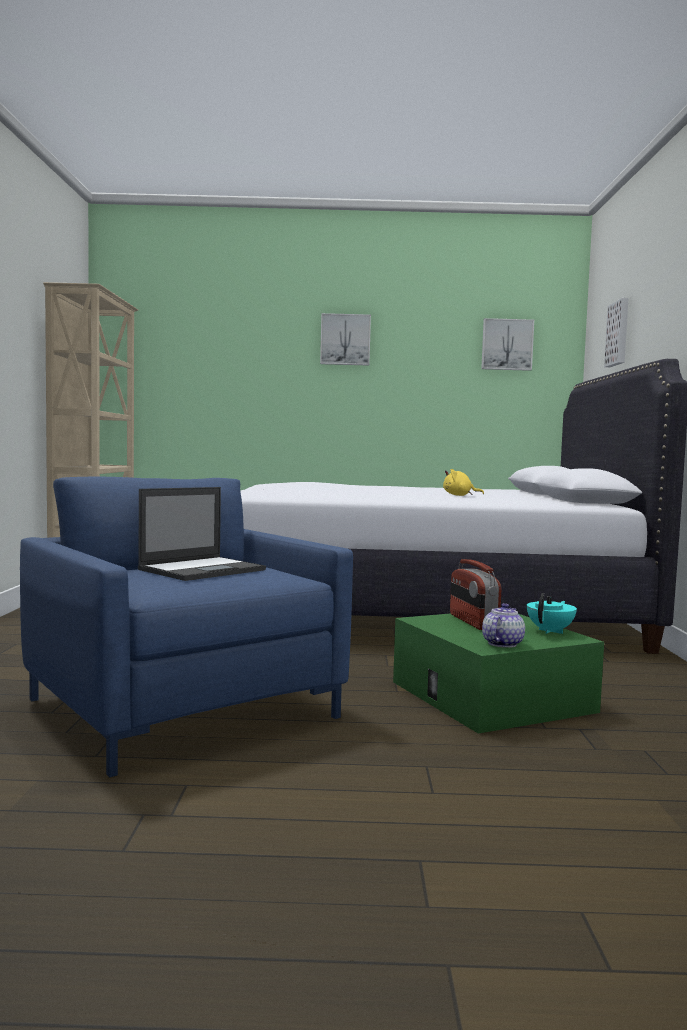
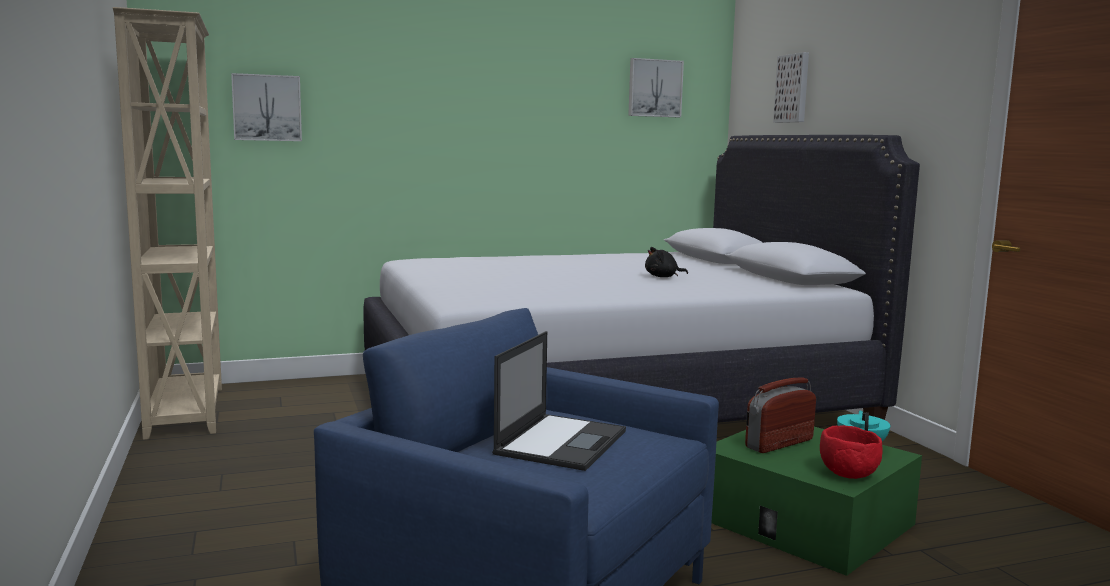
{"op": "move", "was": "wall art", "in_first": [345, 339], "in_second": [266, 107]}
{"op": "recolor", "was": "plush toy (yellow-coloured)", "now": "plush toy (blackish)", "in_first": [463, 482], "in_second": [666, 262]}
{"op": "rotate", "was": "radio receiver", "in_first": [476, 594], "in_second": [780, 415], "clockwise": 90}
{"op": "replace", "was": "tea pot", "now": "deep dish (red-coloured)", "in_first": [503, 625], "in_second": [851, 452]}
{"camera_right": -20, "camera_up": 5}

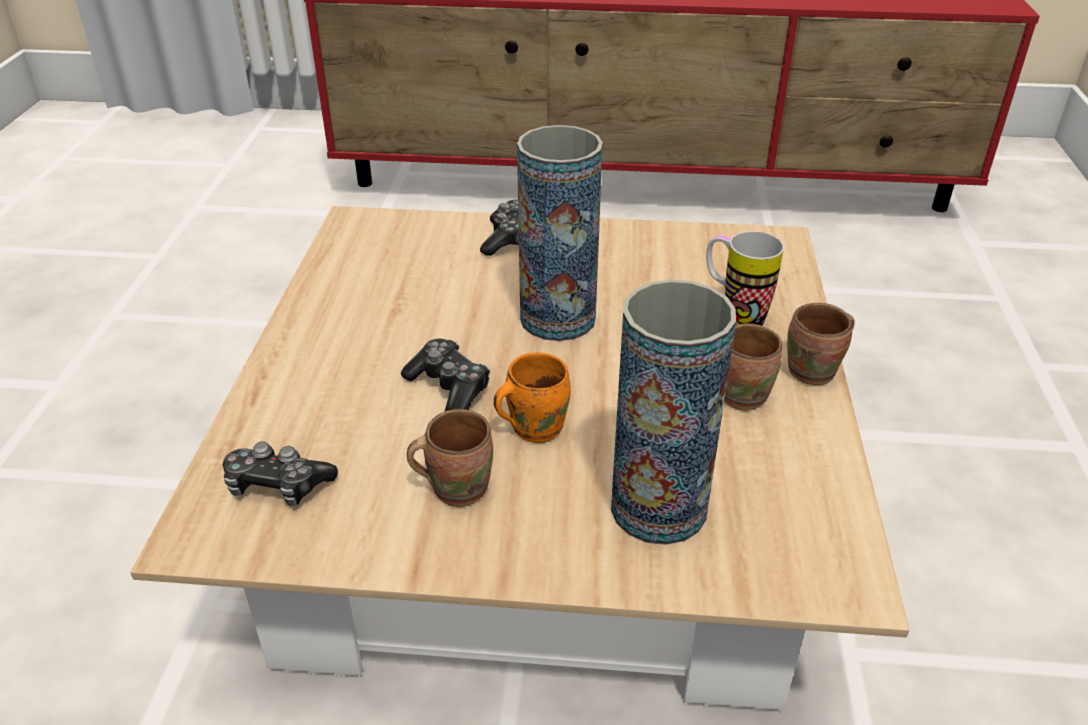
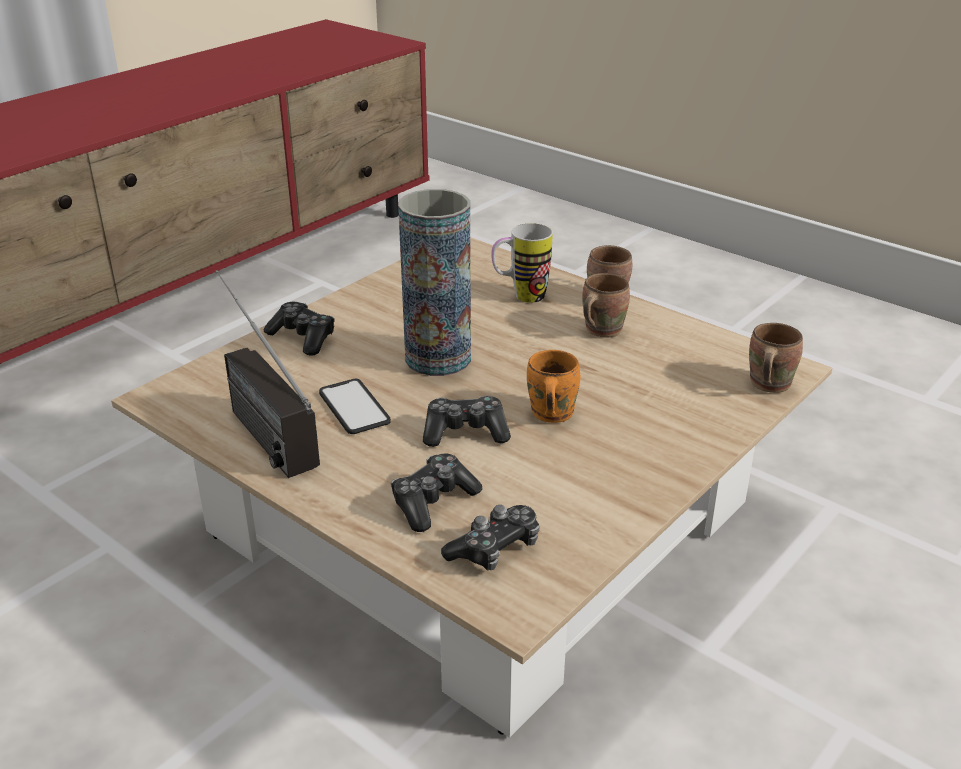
{"op": "delete", "was": "vase", "in_first": [673, 412]}
{"op": "move", "was": "mug (brown)", "in_first": [450, 458], "in_second": [776, 358]}
{"op": "insert", "now": "radio receiver", "in_second": [267, 374]}
{"op": "insert", "now": "handset", "in_second": [355, 406]}
{"op": "insert", "now": "game controller", "in_second": [436, 493]}
{"camera_right": -55, "camera_up": -5}

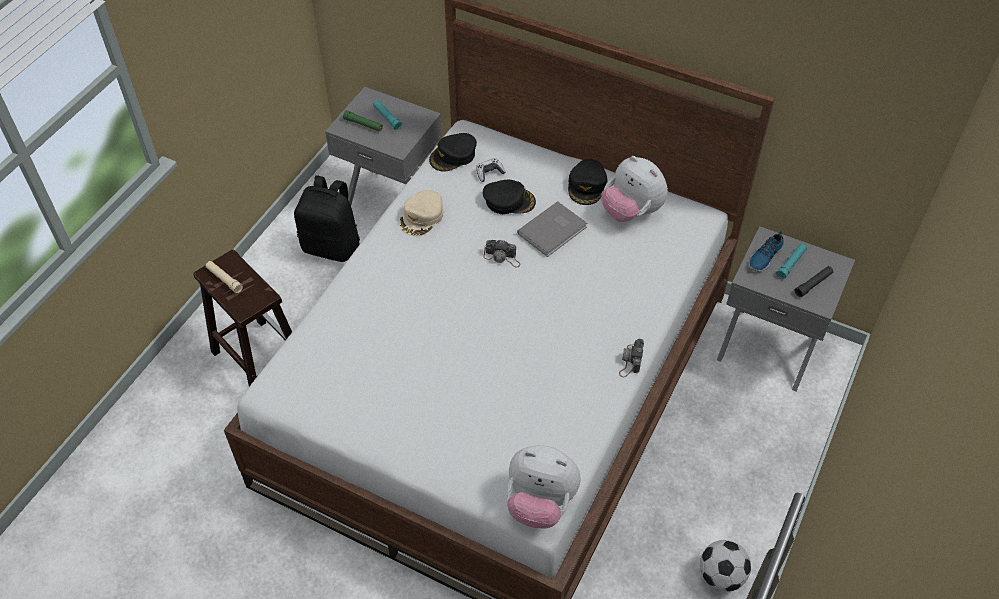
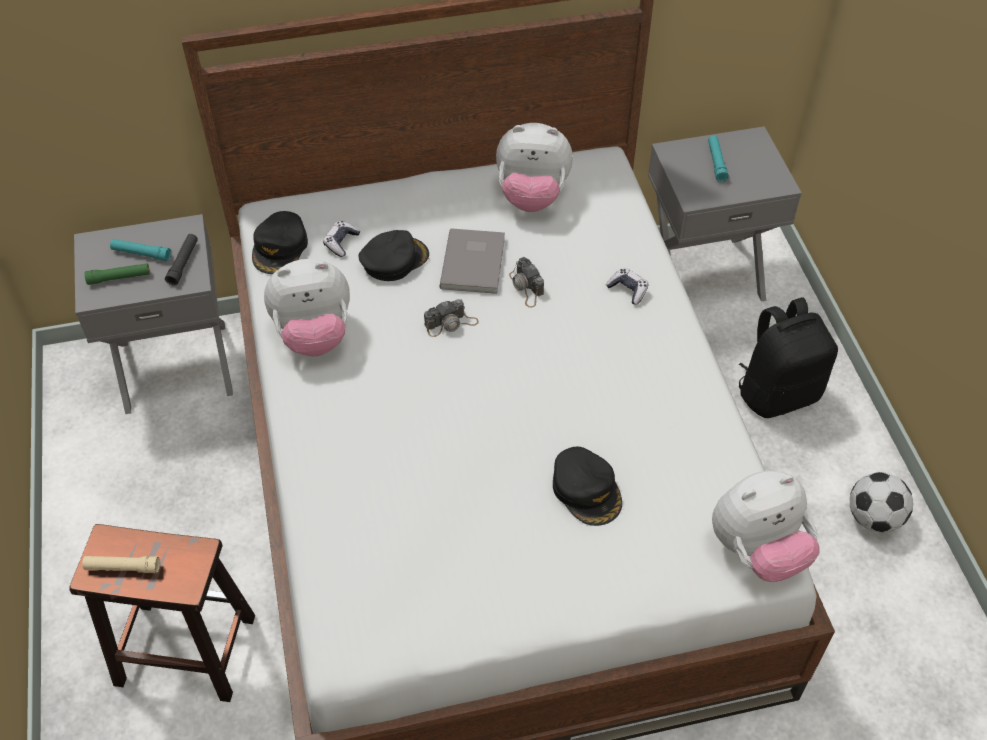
{"op": "move", "was": "cap (blackish)", "in_first": [587, 182], "in_second": [587, 486]}
{"op": "move", "was": "knapsack (blackish)", "in_first": [327, 218], "in_second": [788, 358]}
{"op": "replace", "was": "cap (sand-coloured)", "now": "plush toy", "in_first": [421, 213], "in_second": [307, 307]}
{"op": "delete", "was": "shoe", "in_first": [766, 251]}
{"op": "move", "was": "torch (blackish)", "in_first": [814, 281], "in_second": [181, 259]}
{"op": "move", "was": "still camera", "in_first": [631, 357], "in_second": [526, 282]}
{"op": "insert", "now": "game controller", "in_second": [627, 286]}
{"camera_right": -40, "camera_up": 0}

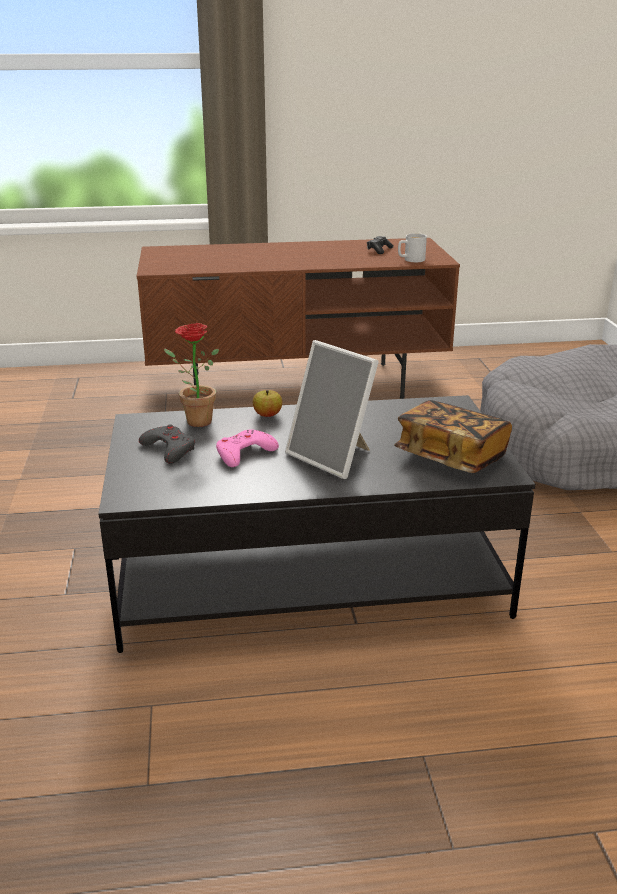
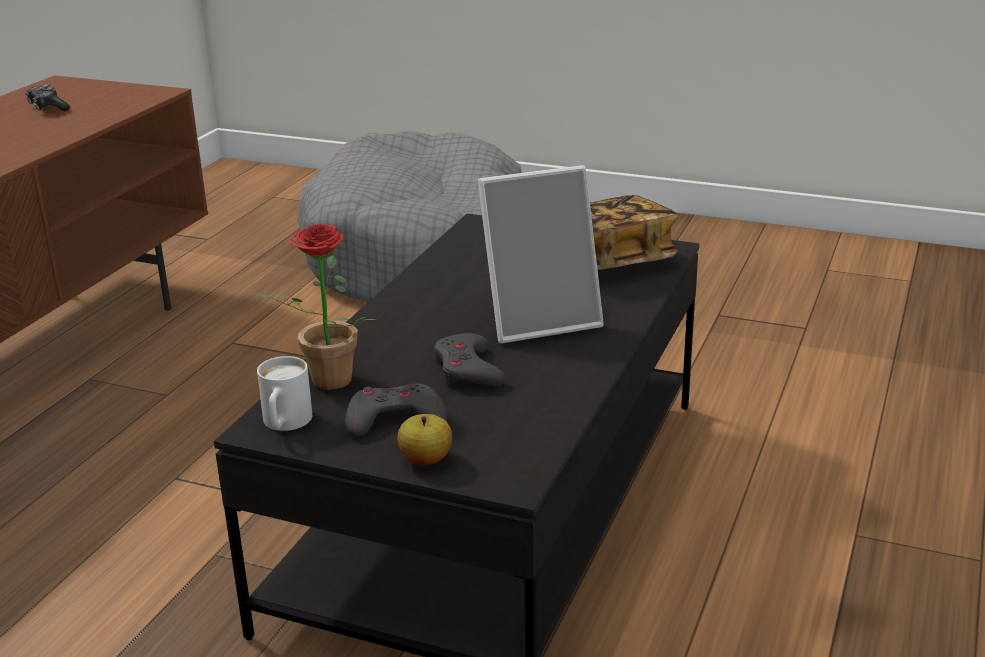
{"op": "move", "was": "mug (whitish)", "in_first": [412, 247], "in_second": [284, 393]}
{"op": "move", "was": "apple", "in_first": [267, 403], "in_second": [424, 439]}
{"op": "recolor", "was": "game controller (pink)", "now": "game controller (gray)", "in_first": [247, 448], "in_second": [470, 360]}
{"camera_right": -60, "camera_up": 0}

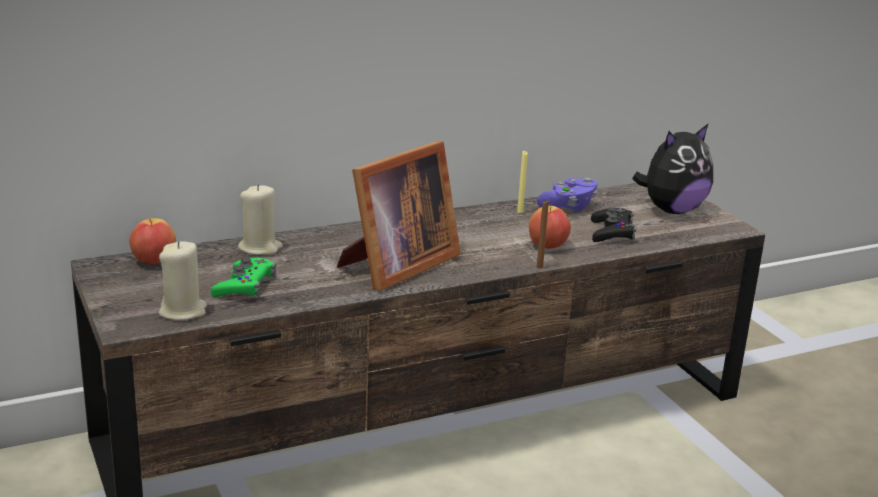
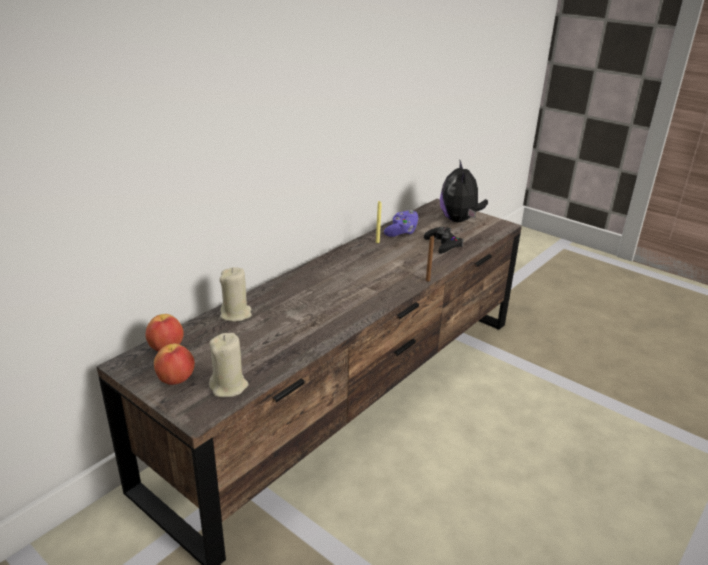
{"op": "rotate", "was": "plush toy", "in_first": [672, 168], "in_second": [464, 191], "clockwise": 150}
{"op": "delete", "was": "photo frame", "in_first": [399, 216]}
{"op": "move", "was": "apple", "in_first": [550, 227], "in_second": [174, 364]}
{"op": "delete", "was": "game controller (green-coloured)", "in_first": [243, 277]}
{"camera_right": -25, "camera_up": 5}

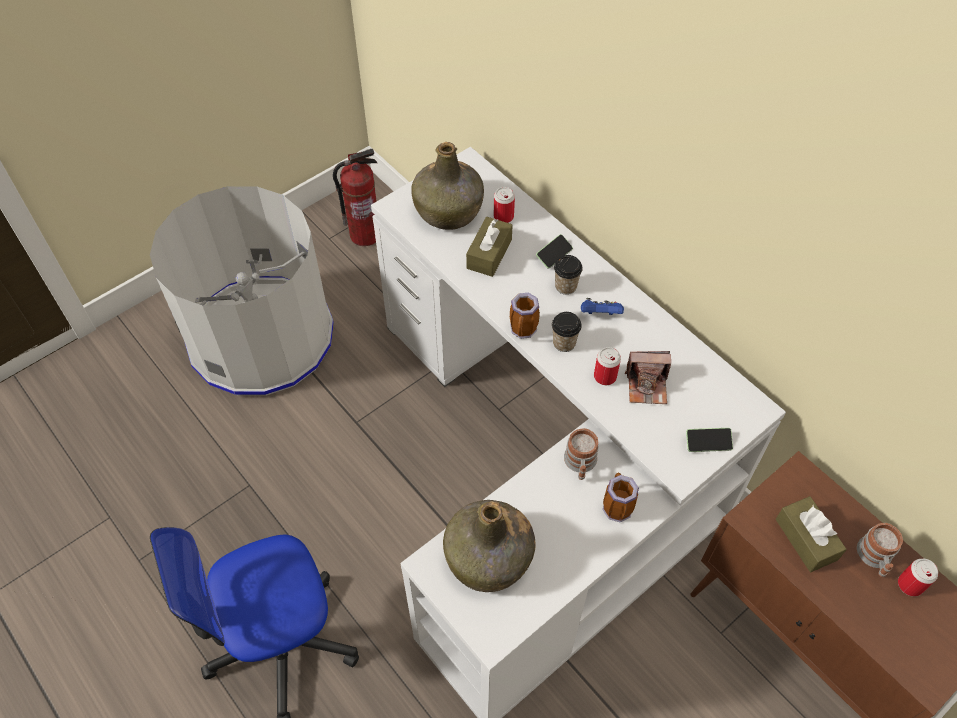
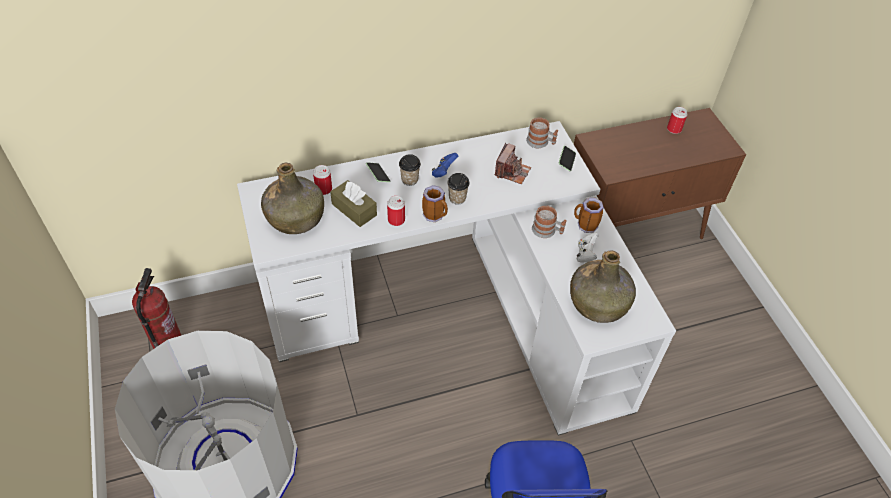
{"op": "move", "was": "sealed can", "in_first": [607, 366], "in_second": [396, 211]}
{"op": "delete", "was": "box of tissues (brown)", "in_first": [811, 534]}
{"op": "move", "was": "mug", "in_first": [880, 550], "in_second": [542, 132]}
{"op": "insert", "now": "game controller (whitish)", "in_second": [588, 248]}
{"camera_right": -70, "camera_up": -5}

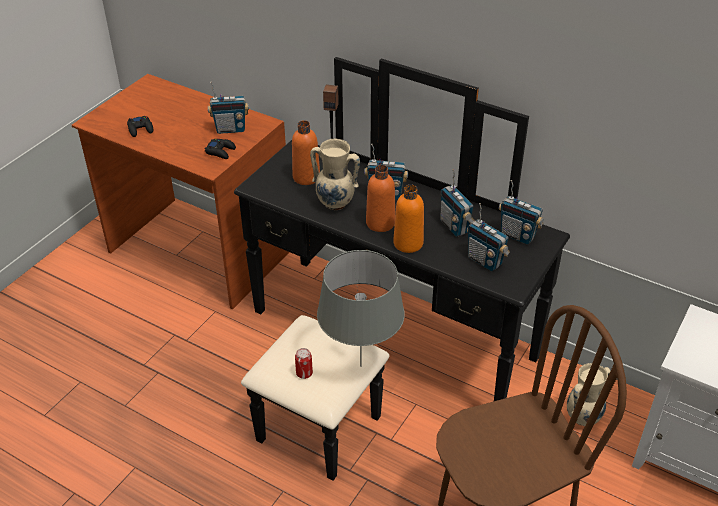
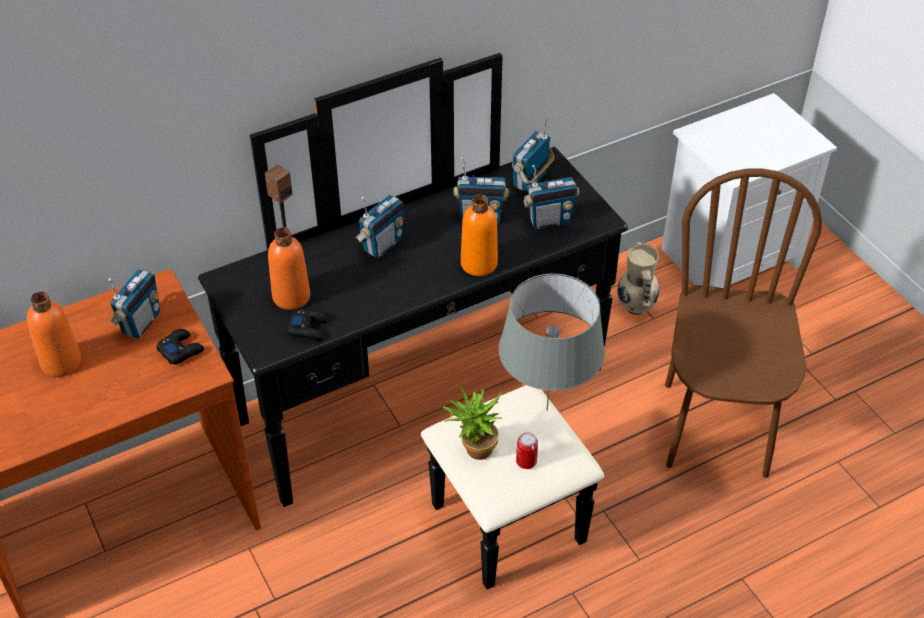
{"op": "move", "was": "game controller (blackish)", "in_first": [140, 126], "in_second": [307, 325]}
{"op": "delete", "was": "vase (sand-coloured)", "in_first": [335, 174]}
{"op": "move", "was": "drink bottle (orangey)", "in_first": [380, 198], "in_second": [54, 334]}
{"op": "rotate", "was": "radio receiver", "in_first": [521, 212], "in_second": [533, 154], "clockwise": 150}
{"op": "insert", "now": "plant in a pot", "in_second": [472, 423]}
{"camera_right": -60, "camera_up": 5}

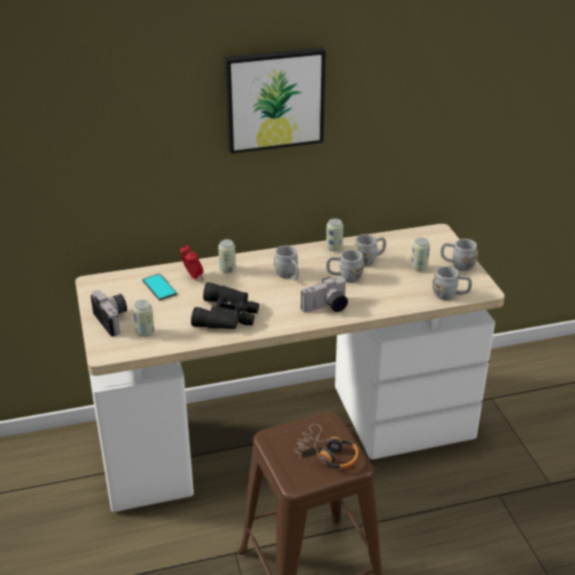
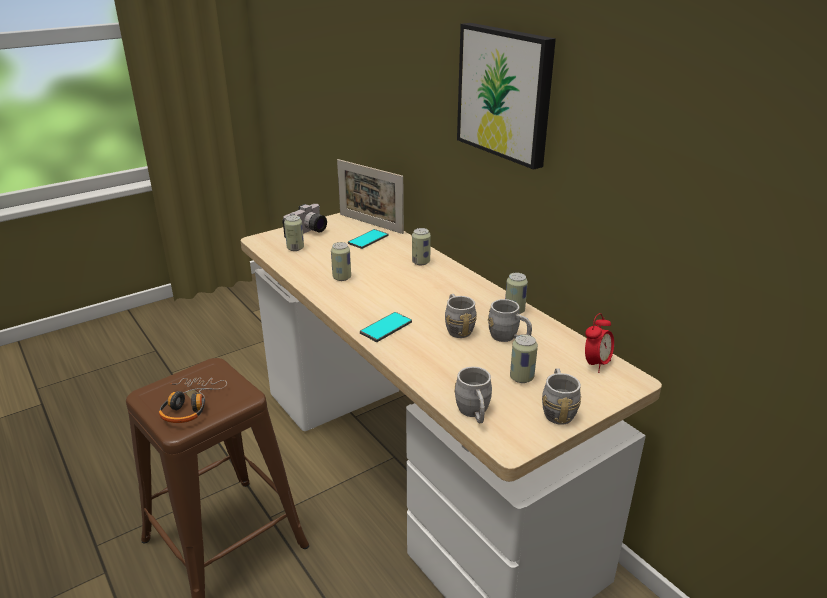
{"op": "move", "was": "table clock", "in_first": [192, 262], "in_second": [599, 343]}
{"op": "delete", "was": "mug (gray)", "in_first": [286, 263]}
{"op": "replace", "was": "still camera", "now": "handset", "in_first": [324, 295], "in_second": [386, 327]}
{"op": "replace", "was": "field glasses (blackish)", "now": "sealed can", "in_first": [225, 305], "in_second": [341, 261]}
{"op": "insert", "now": "photo frame", "in_second": [370, 196]}
{"camera_right": 70, "camera_up": -5}

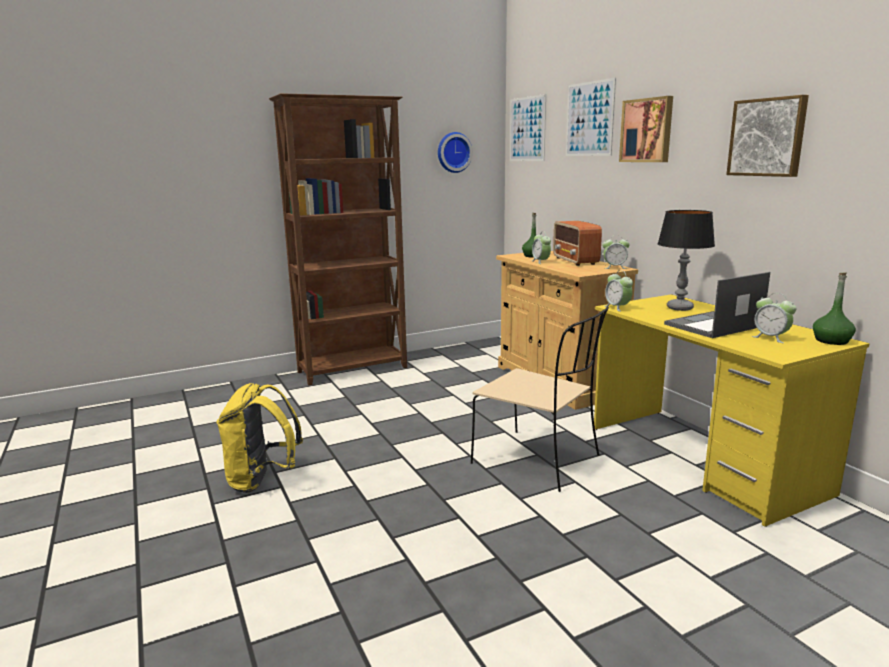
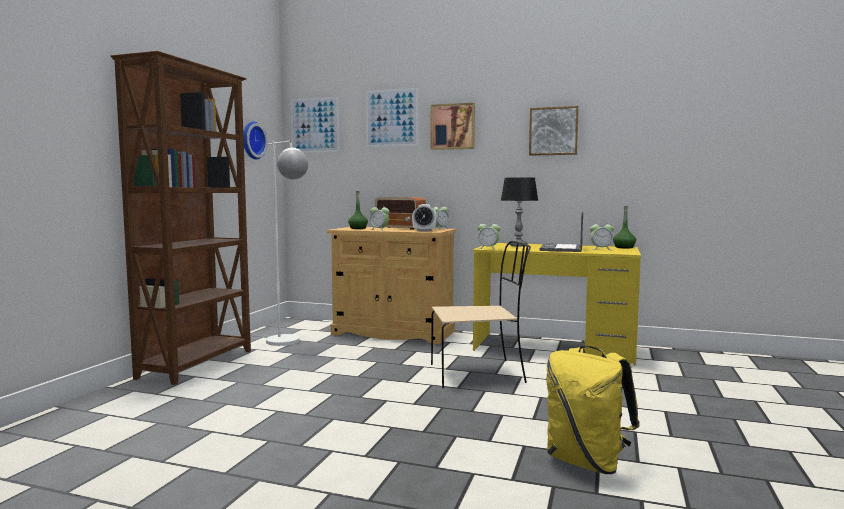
{"op": "move", "was": "knapsack (yellow-coloured)", "in_first": [260, 438], "in_second": [592, 410]}
{"op": "insert", "now": "floor lamp (whitish)", "in_second": [287, 243]}
{"op": "insert", "now": "table clock", "in_second": [424, 217]}
{"camera_right": -45, "camera_up": -10}

